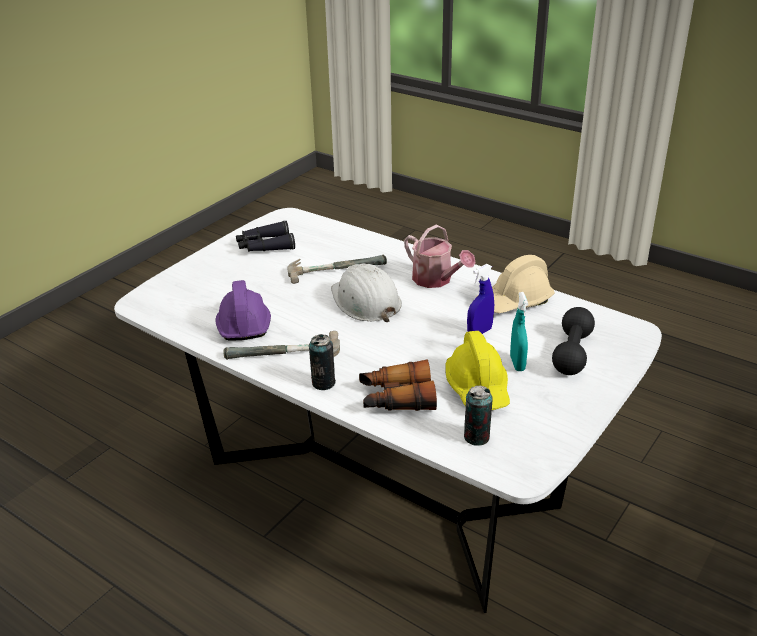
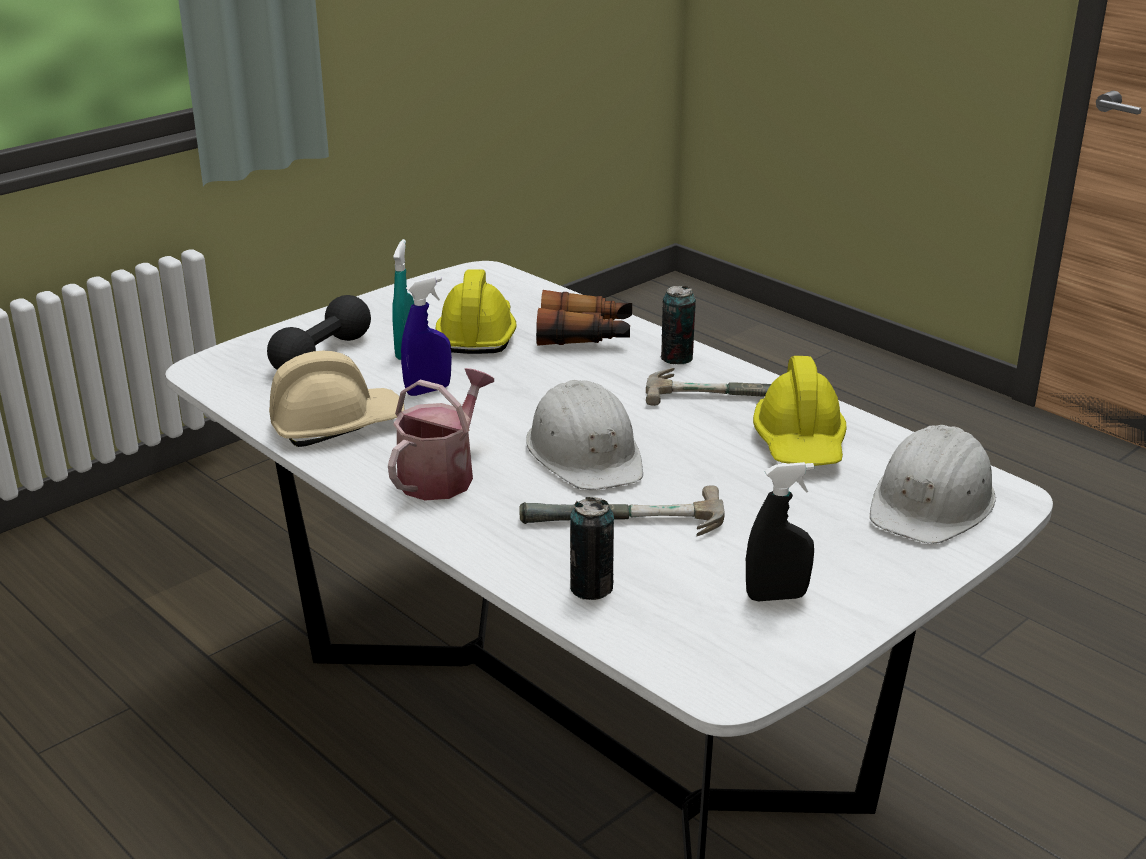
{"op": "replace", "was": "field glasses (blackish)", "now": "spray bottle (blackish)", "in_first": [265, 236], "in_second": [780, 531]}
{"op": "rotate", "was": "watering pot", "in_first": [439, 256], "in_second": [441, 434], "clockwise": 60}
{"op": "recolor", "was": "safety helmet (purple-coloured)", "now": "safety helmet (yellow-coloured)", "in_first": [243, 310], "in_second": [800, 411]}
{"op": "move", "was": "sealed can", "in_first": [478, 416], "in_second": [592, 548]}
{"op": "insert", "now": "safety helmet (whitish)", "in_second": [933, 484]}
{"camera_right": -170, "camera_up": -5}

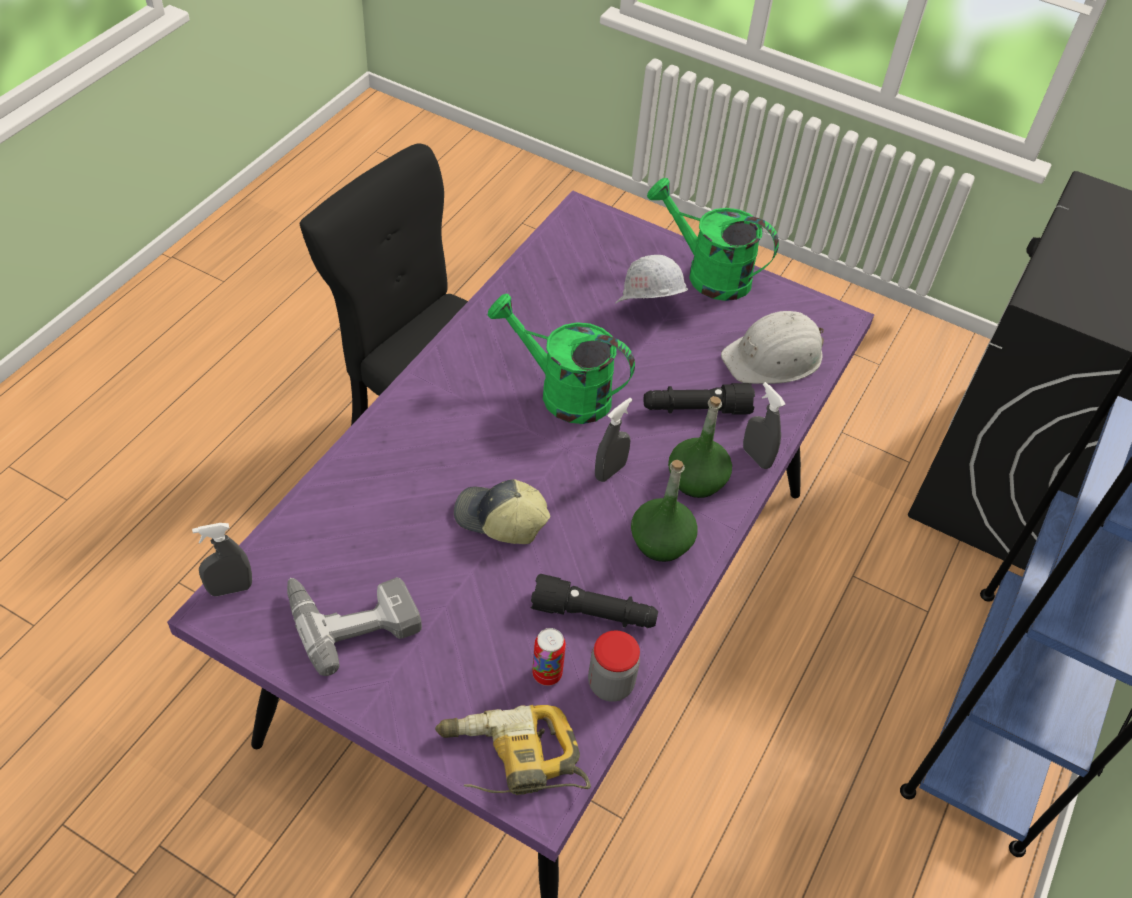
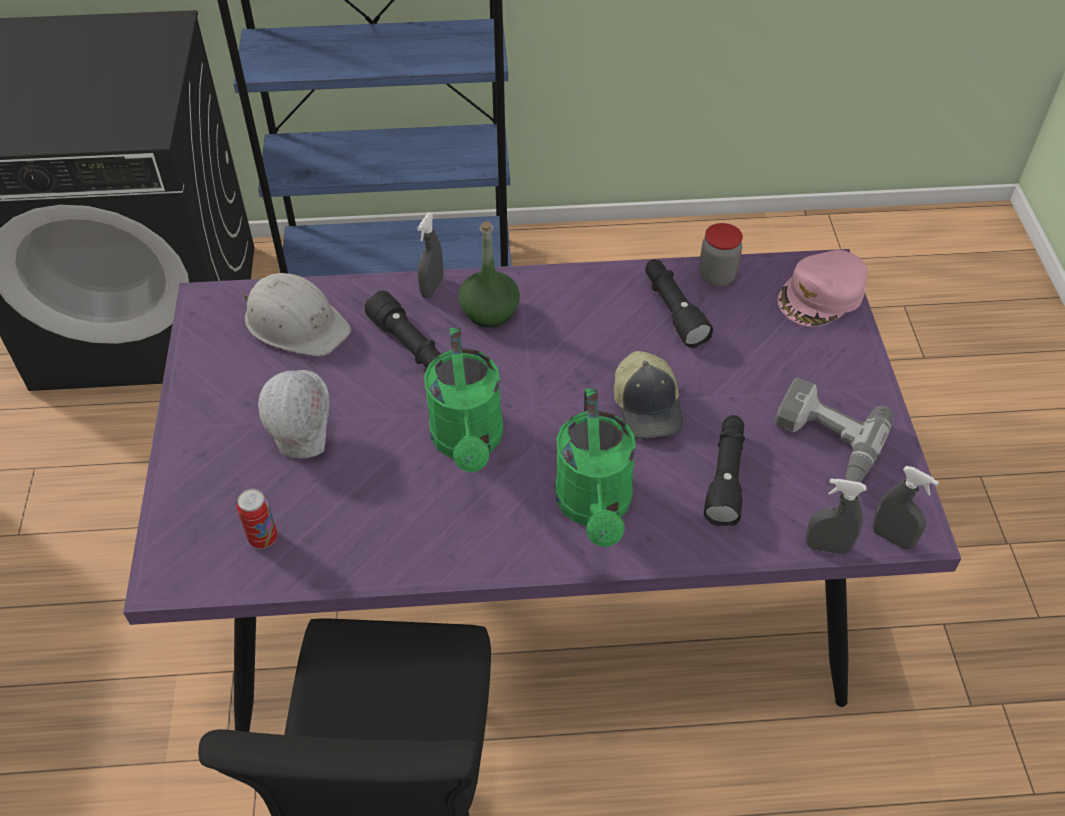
{"op": "move", "was": "watering pot (green-coloured)", "in_first": [713, 239], "in_second": [595, 468]}
{"op": "move", "was": "spray bottle (gray)", "in_first": [613, 440], "in_second": [836, 516]}
{"op": "delete", "was": "drink bottle (green-coloured)", "in_first": [664, 511]}
{"op": "move", "was": "sealed can", "in_first": [549, 657], "in_second": [257, 519]}
{"op": "replace", "was": "drill", "now": "cap (pink)", "in_first": [513, 750], "in_second": [823, 288]}
{"op": "insert", "now": "torch (blackish)", "in_second": [724, 470]}
{"camera_right": -120, "camera_up": 0}

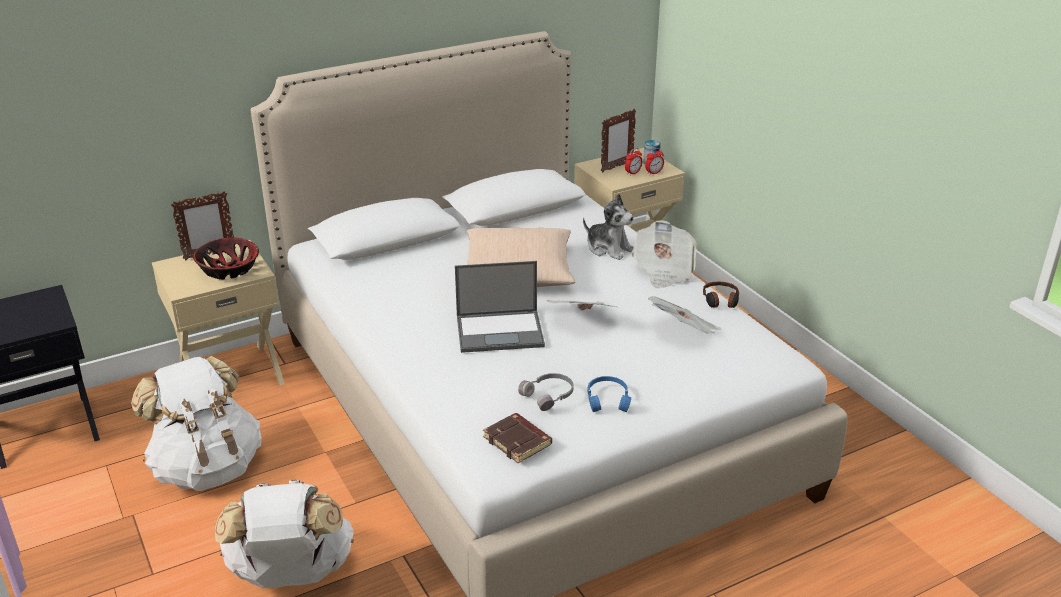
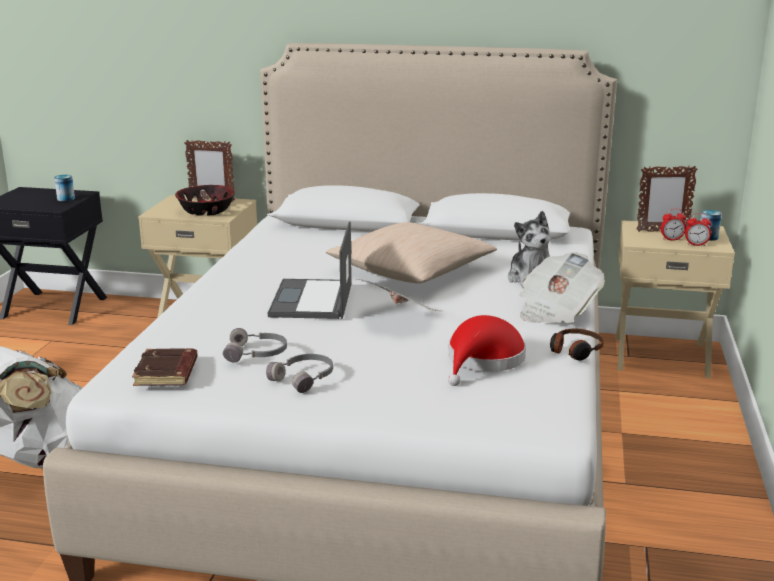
{"op": "rotate", "was": "portable computer", "in_first": [500, 307], "in_second": [310, 270], "clockwise": 60}
{"op": "replace", "was": "daily paper", "now": "clothing hat (red-coloured)", "in_first": [685, 315], "in_second": [487, 350]}
{"op": "delete", "was": "knapsack (whitish)", "in_first": [196, 423]}
{"op": "recolor", "was": "headphones (bluish)", "now": "headphones (gray)", "in_first": [609, 394], "in_second": [299, 373]}
{"op": "insert", "now": "sealed can", "in_second": [64, 188]}
{"camera_right": 40, "camera_up": -10}

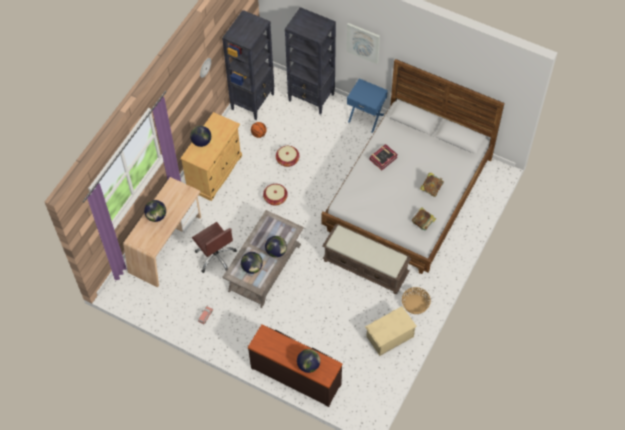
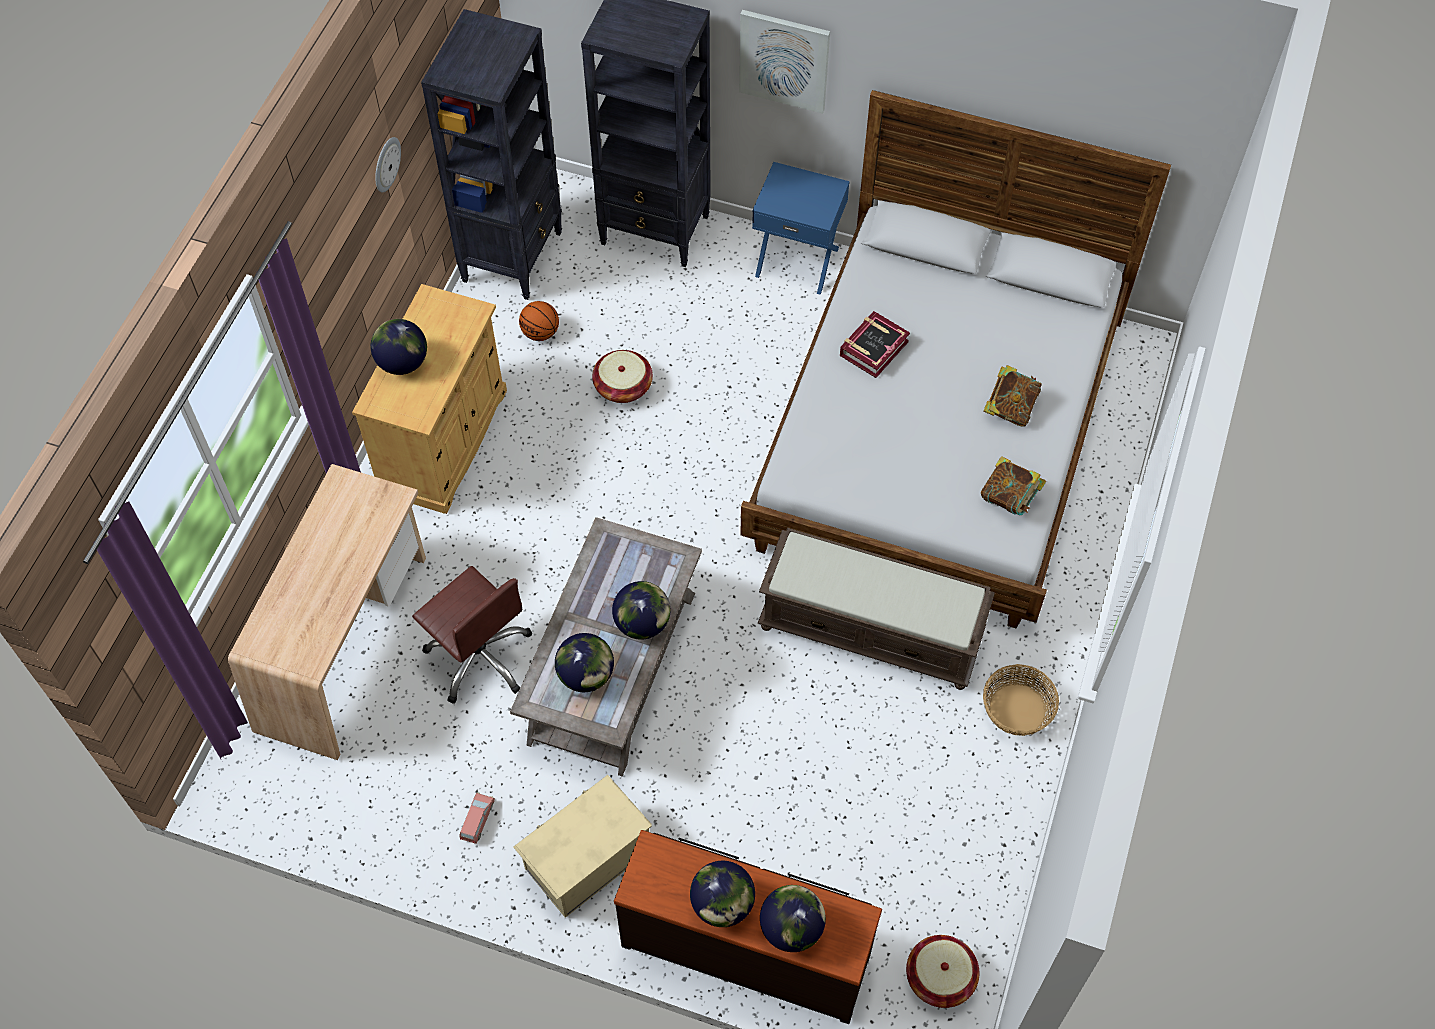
{"op": "move", "was": "storage basket", "in_first": [275, 194], "in_second": [942, 971]}
{"op": "move", "was": "desk globe", "in_first": [155, 211], "in_second": [722, 894]}
{"op": "move", "was": "storage container (sand-coloured)", "in_first": [391, 331], "in_second": [582, 846]}
{"camera_right": -10, "camera_up": 0}

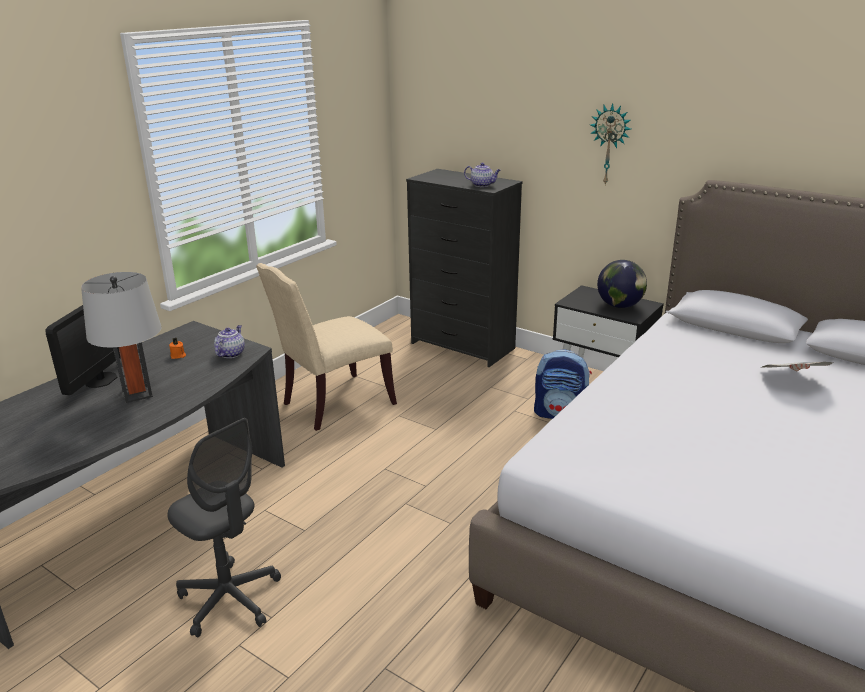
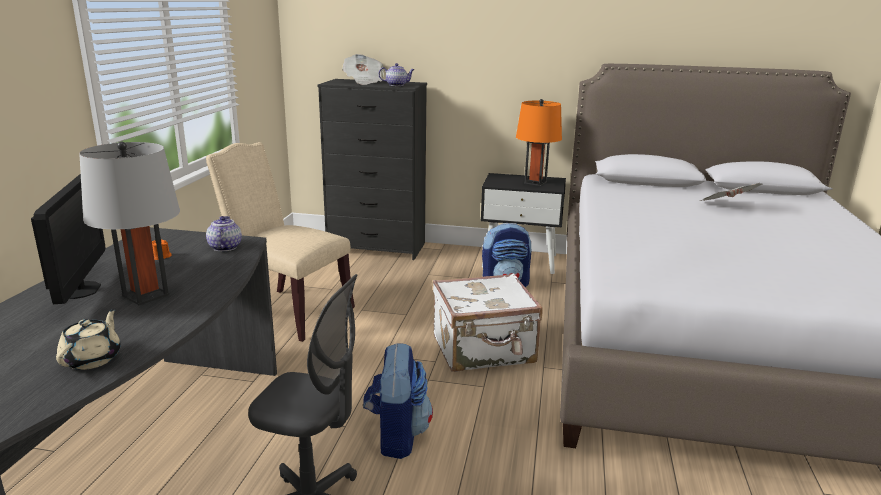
{"op": "delete", "was": "hanging clock", "in_first": [610, 144]}
{"op": "replace", "was": "desk globe", "now": "tabletop lamp (orangey)", "in_first": [622, 284], "in_second": [539, 142]}
{"op": "rotate", "was": "plain chair (sand-coloured)", "in_first": [326, 347], "in_second": [280, 242], "clockwise": 90}
{"op": "insert", "now": "daily paper", "in_second": [363, 69]}
{"op": "insert", "now": "piece of luggage (whitish)", "in_second": [488, 322]}
{"op": "insert", "now": "tea pot (sand-coloured)", "in_second": [88, 339]}
{"op": "insert", "now": "knapsack", "in_second": [398, 401]}
{"camera_right": -25, "camera_up": -5}

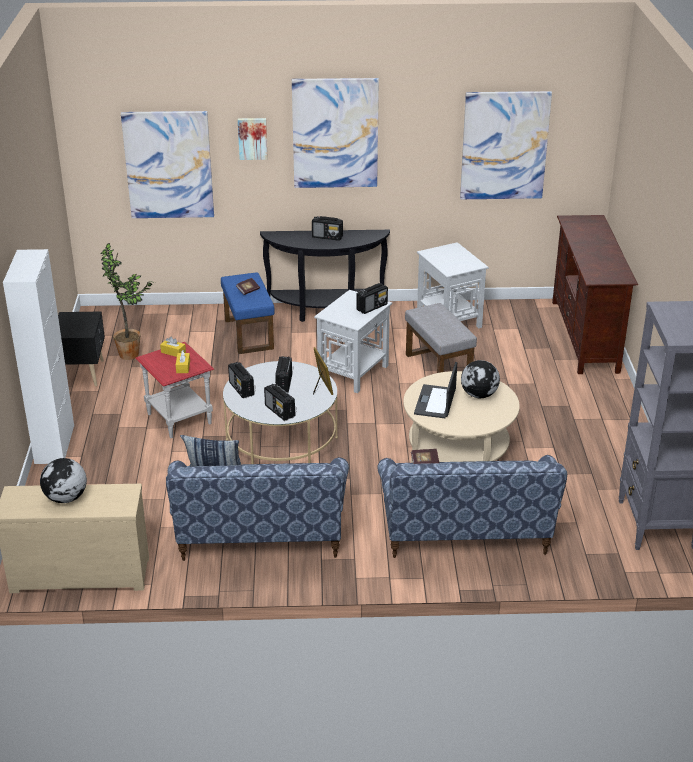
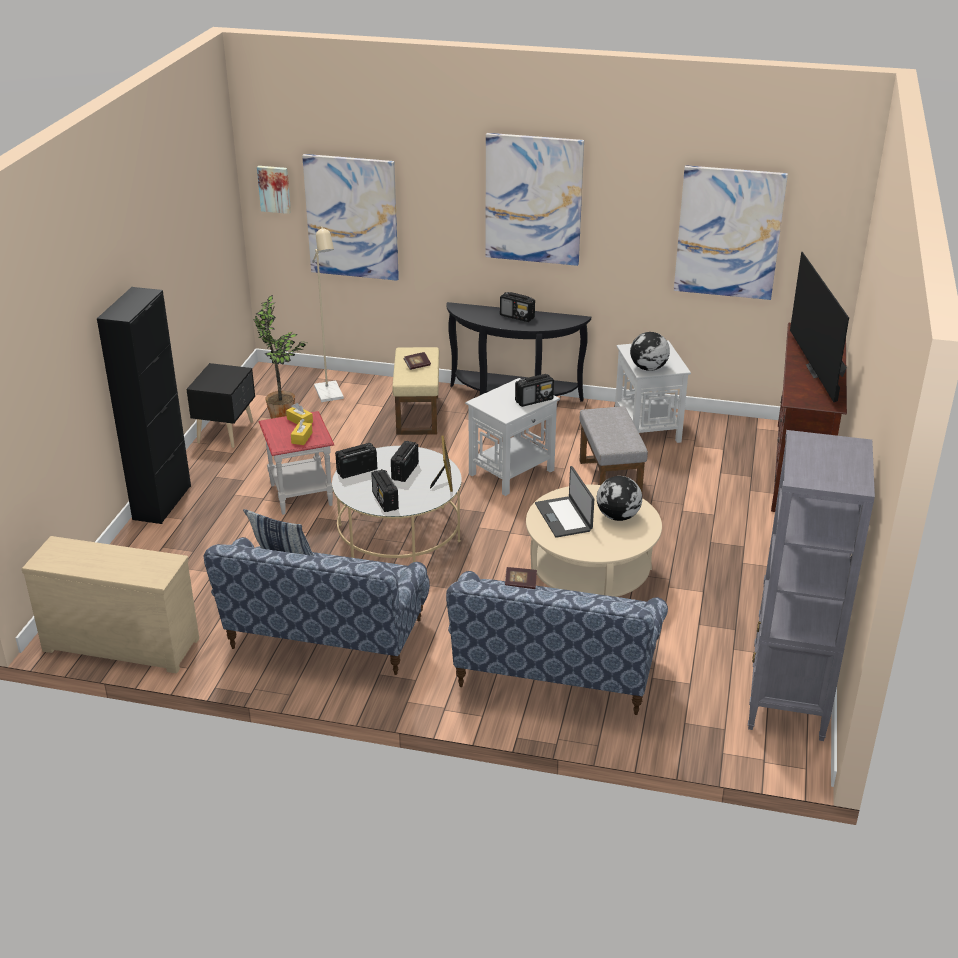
{"op": "move", "was": "wall art", "in_first": [253, 139], "in_second": [274, 190]}
{"op": "recolor", "was": "cabinet (whitish)", "now": "cabinet (blackish)", "in_first": [38, 356], "in_second": [144, 405]}
{"op": "recolor", "was": "footrest (bluish)", "now": "footrest (sand-coloured)", "in_first": [248, 313], "in_second": [415, 391]}
{"op": "rotate", "was": "radio receiver", "in_first": [241, 380], "in_second": [356, 461], "clockwise": 75}
{"op": "rotate", "was": "portable computer", "in_first": [435, 390], "in_second": [564, 502], "clockwise": -45}
{"op": "move", "was": "desk globe", "in_first": [63, 480], "in_second": [650, 351]}
{"op": "insert", "now": "floor lamp (sand-coloured)", "in_second": [328, 314]}
{"op": "insert", "now": "television", "in_second": [819, 327]}
{"camera_right": 15, "camera_up": 0}

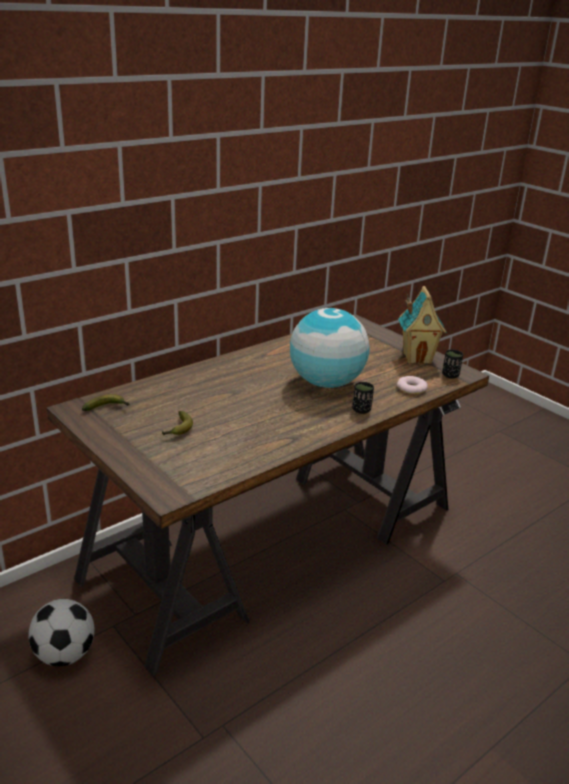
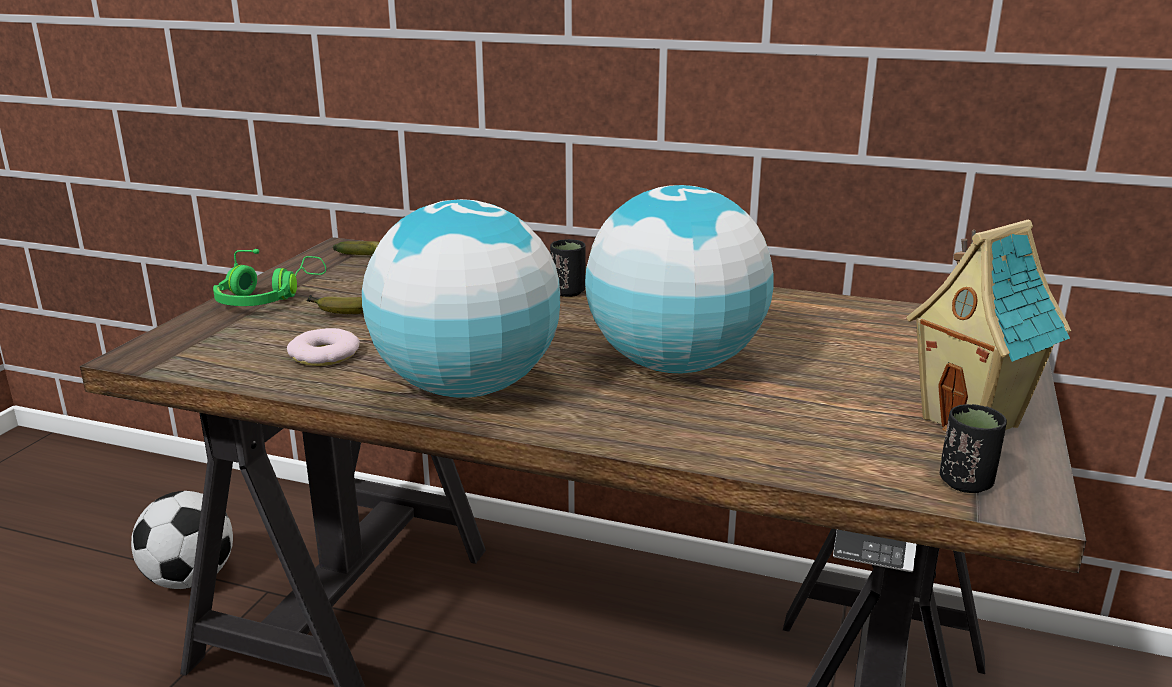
{"op": "move", "was": "doughnut", "in_first": [412, 385], "in_second": [323, 347]}
{"op": "move", "was": "cup (blackish)", "in_first": [363, 398], "in_second": [568, 268]}
{"op": "insert", "now": "desk globe", "in_second": [461, 298]}
{"op": "insert", "now": "headphones (green-coloured)", "in_second": [269, 277]}
{"camera_right": 60, "camera_up": -5}

